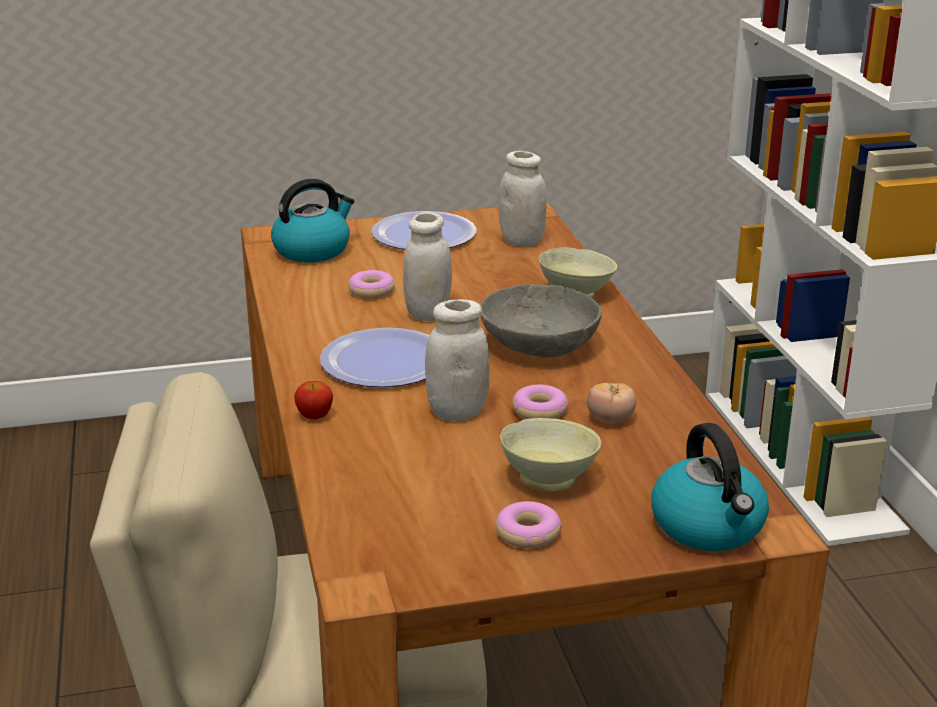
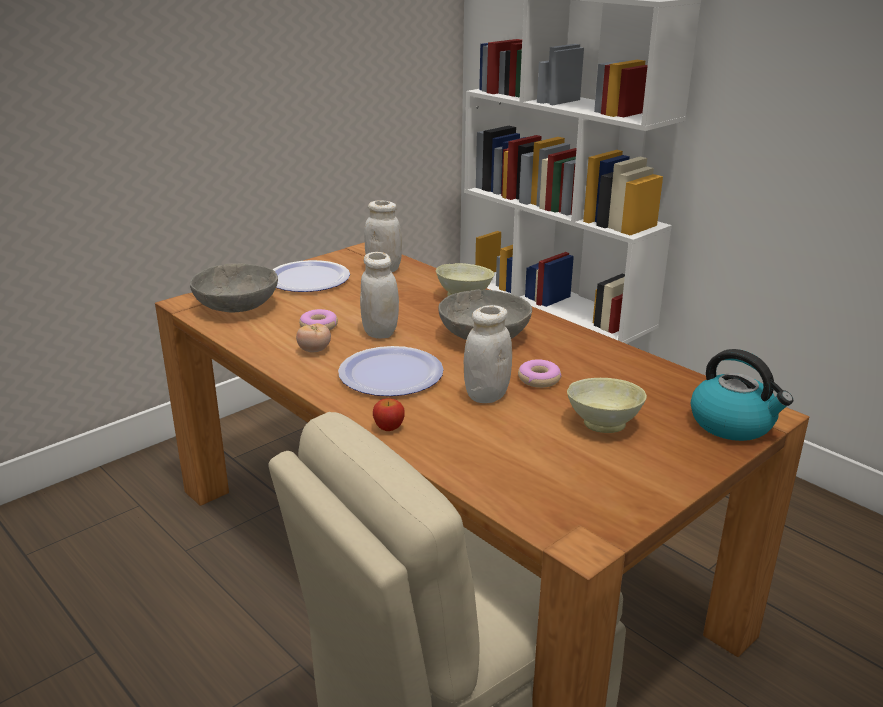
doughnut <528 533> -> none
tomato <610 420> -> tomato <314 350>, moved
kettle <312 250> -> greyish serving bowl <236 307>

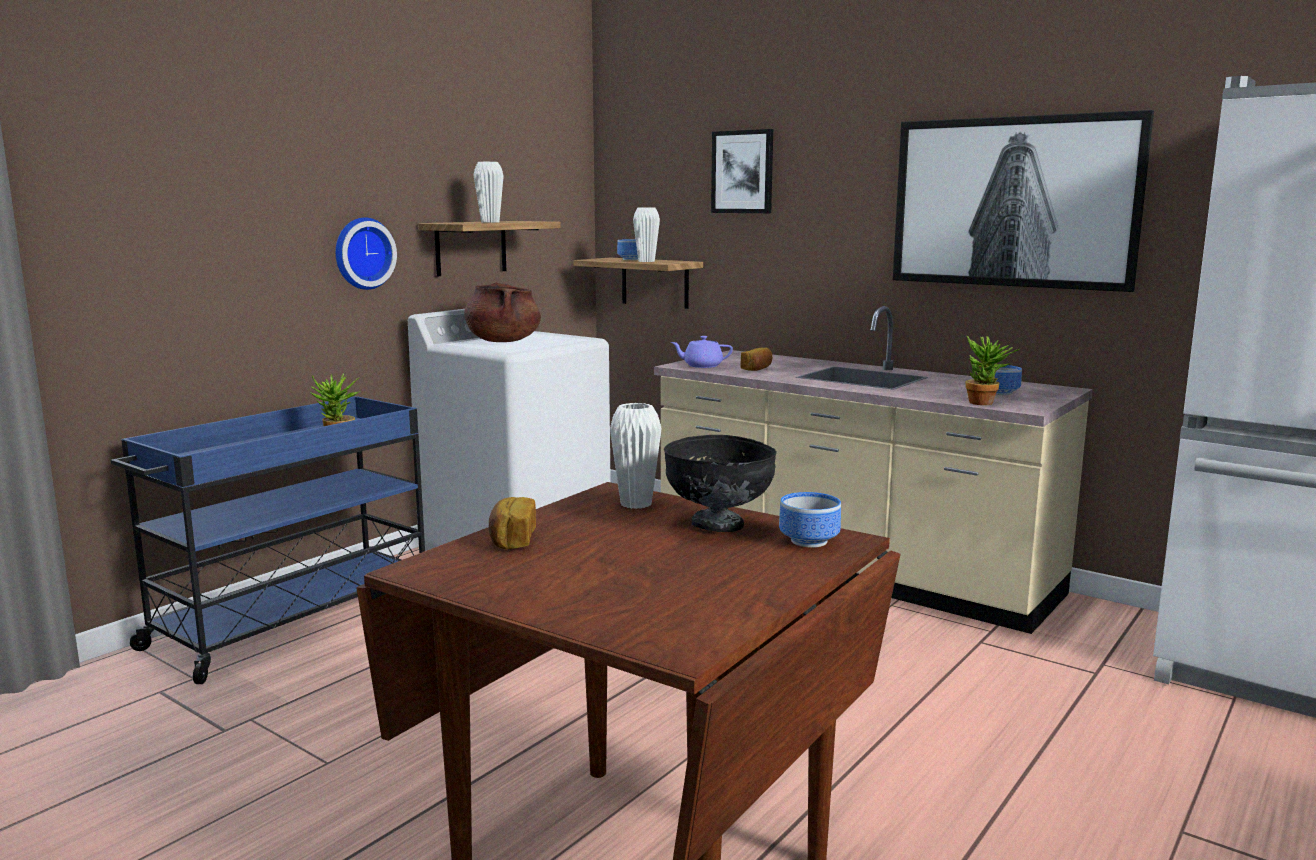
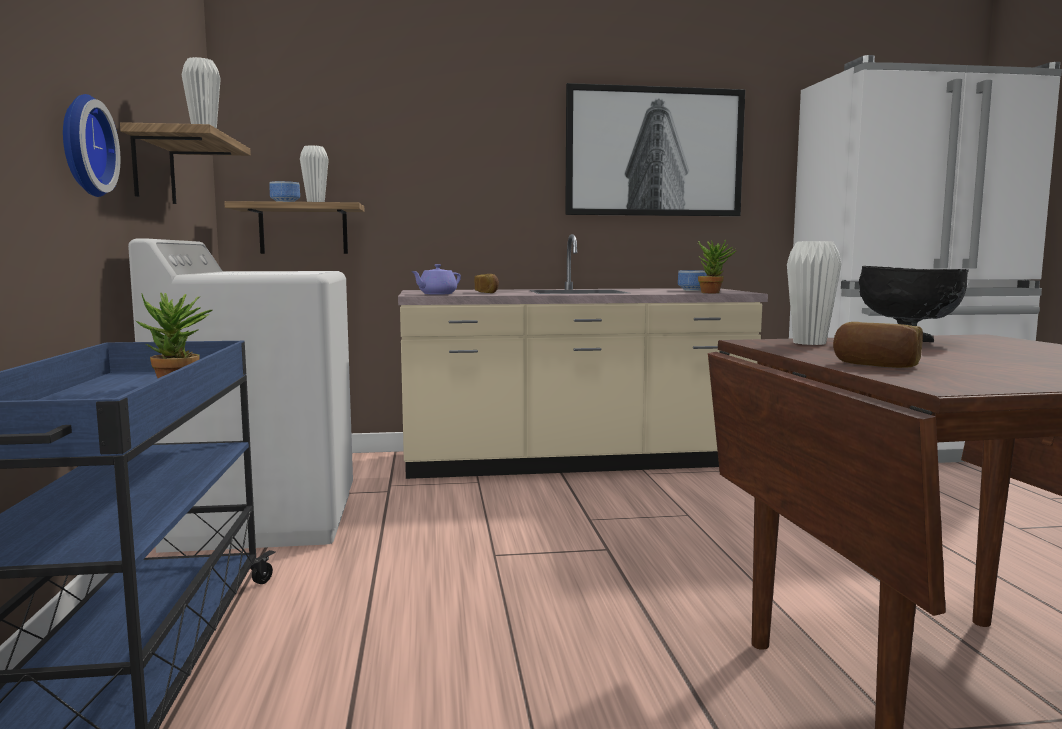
brown cooking pot <503 341> -> none
picture <742 172> -> none
serving bowl <807 542> -> none

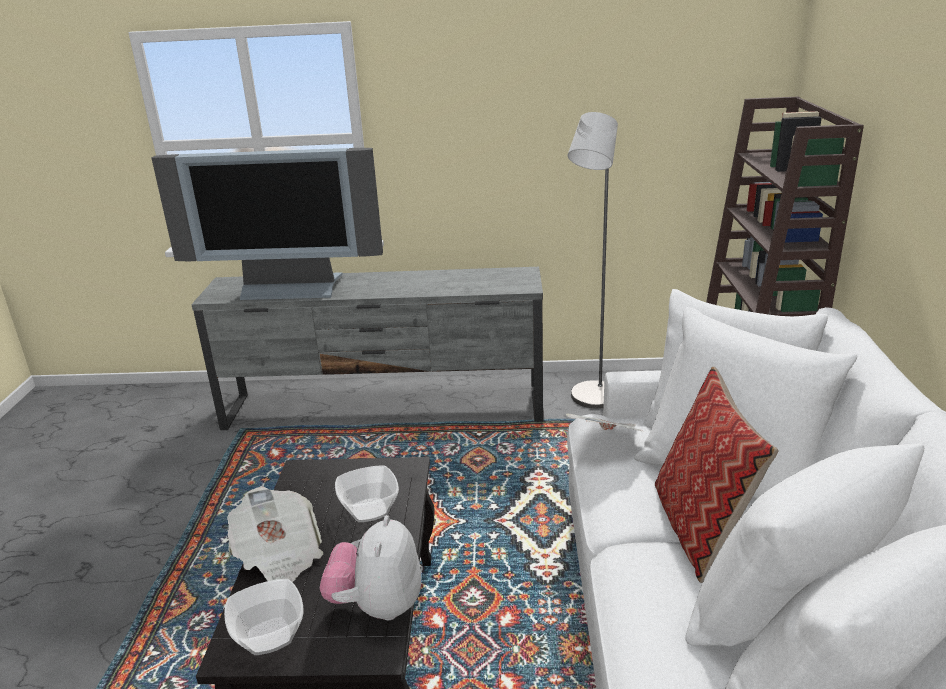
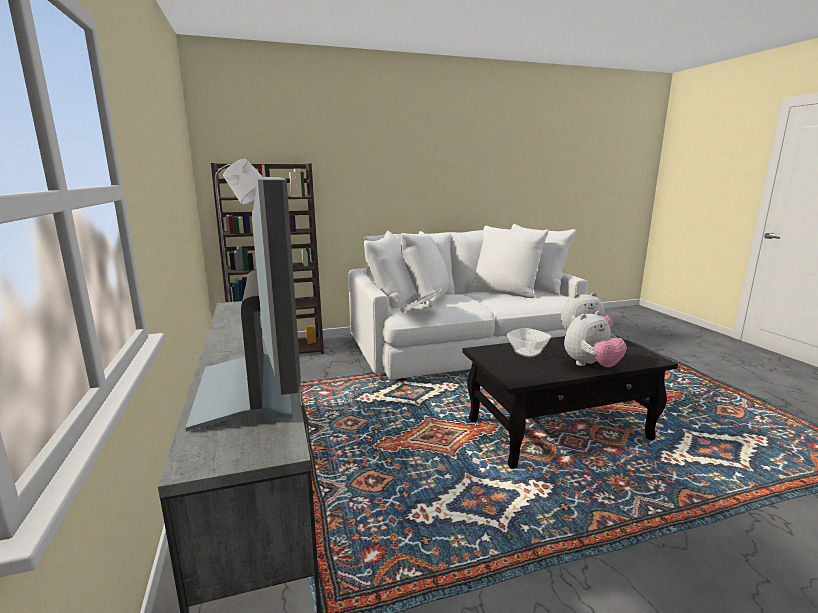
serving bowl <271 637> -> none
cushion <700 528> -> none
newspaper <279 556> -> soft toy <591 366>

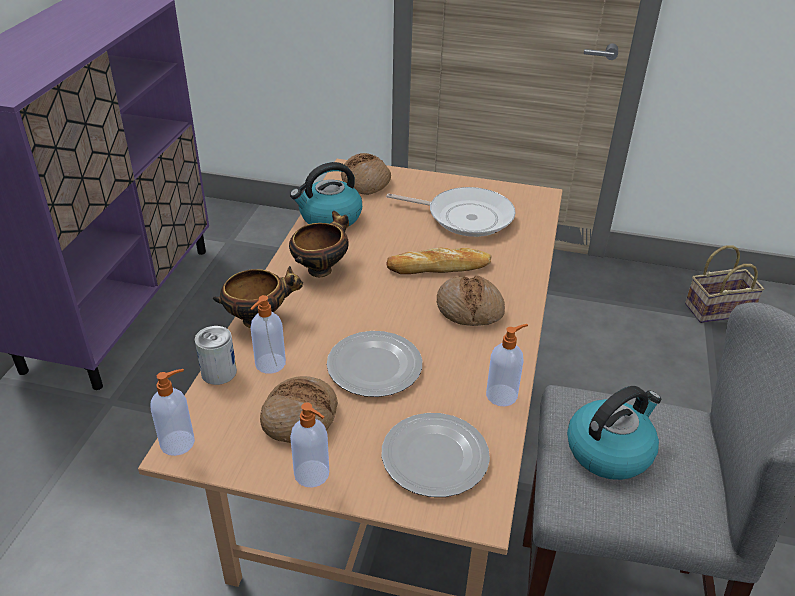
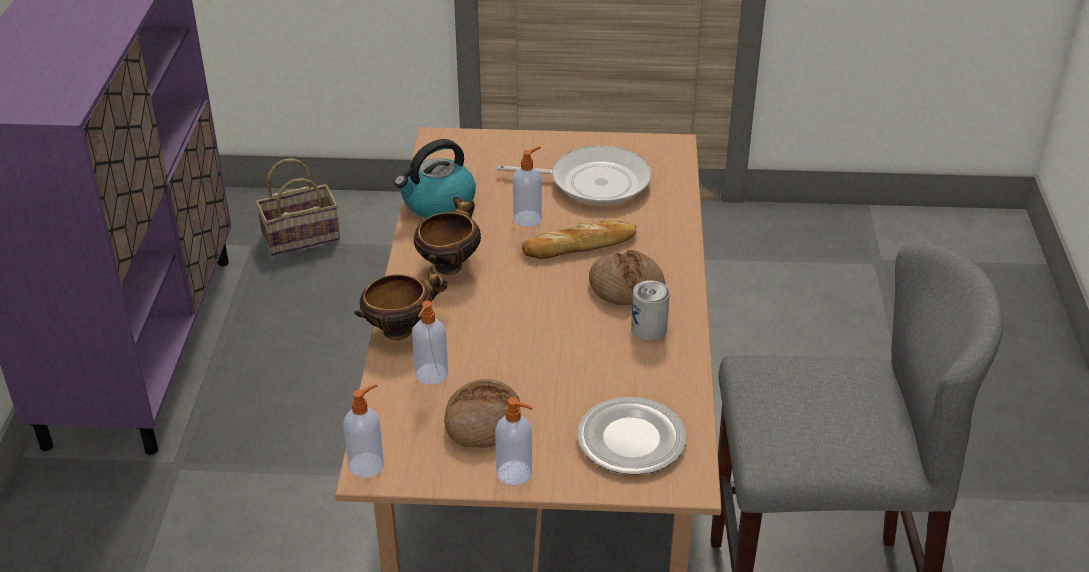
flat dish <375 366> -> none
baked bread <366 182> -> none
kettle <609 450> -> none
can <219 372> -> can <649 329>, moved
soap dispenser <502 395> -> soap dispenser <528 218>, moved
household basket <719 309> -> household basket <302 236>, moved

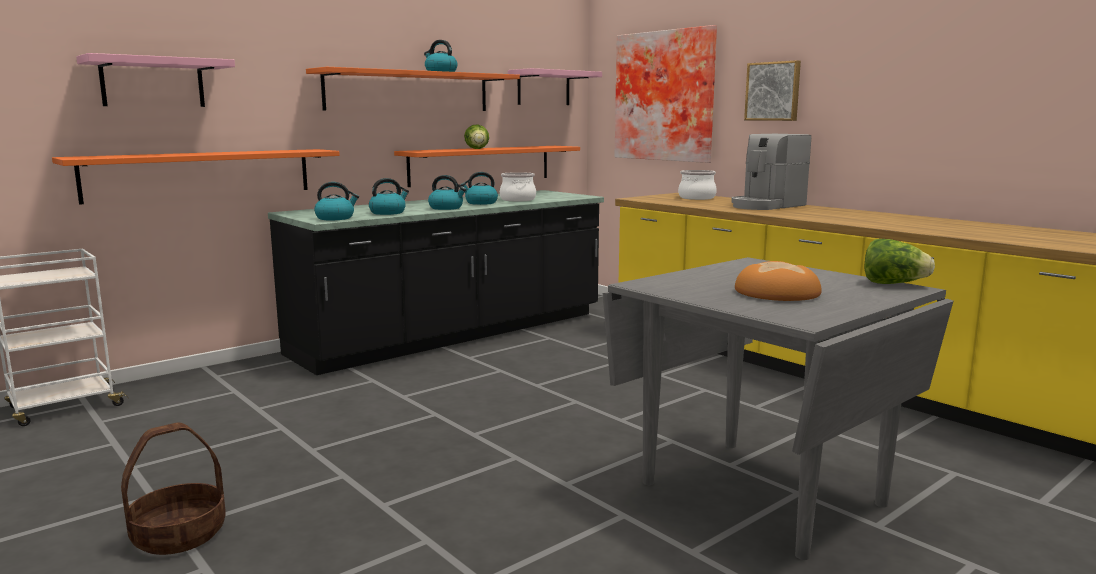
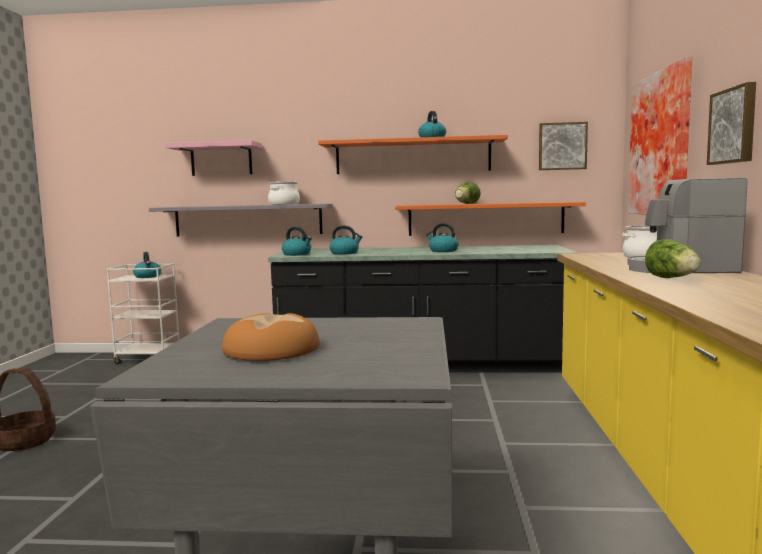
kettle <446 208> -> kettle <148 276>, moved
cooking pot <517 199> -> cooking pot <284 204>, moved
lettuce <893 284> -> lettuce <672 278>, moved
pink-coloured shelf <543 88> -> picture <562 146>
orange-coloured shelf <201 174> -> greyish shelf <248 220>

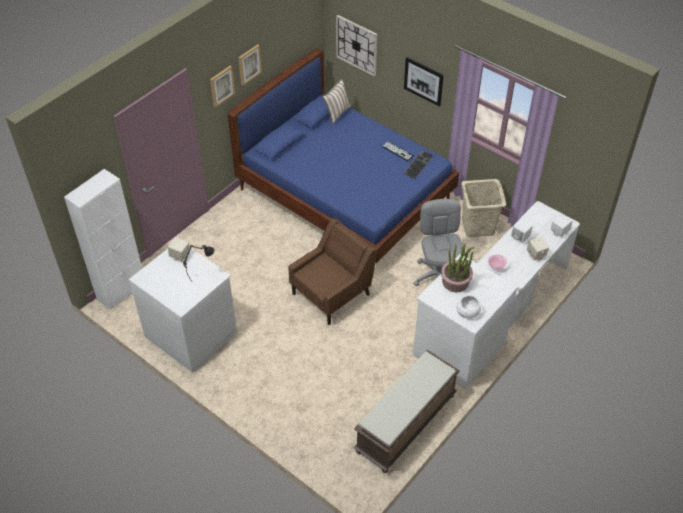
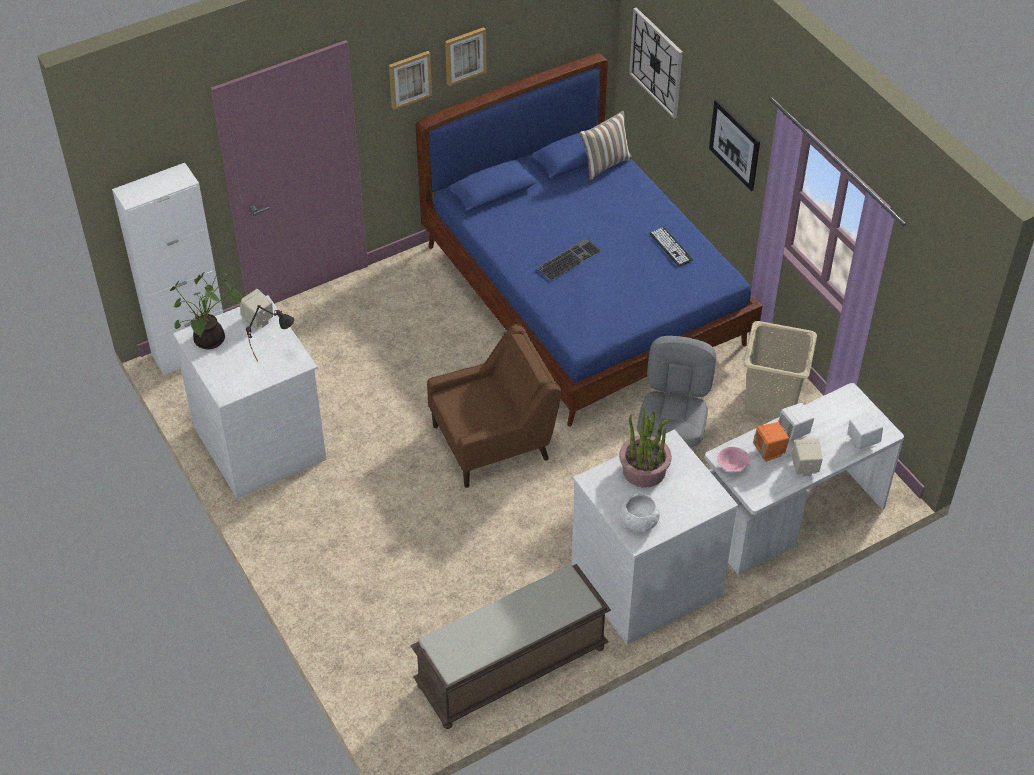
none -> potted plant <210 341>
none -> orange-coloured loudspeaker <769 451>
PC keyboard <418 164> -> PC keyboard <568 258>, moved

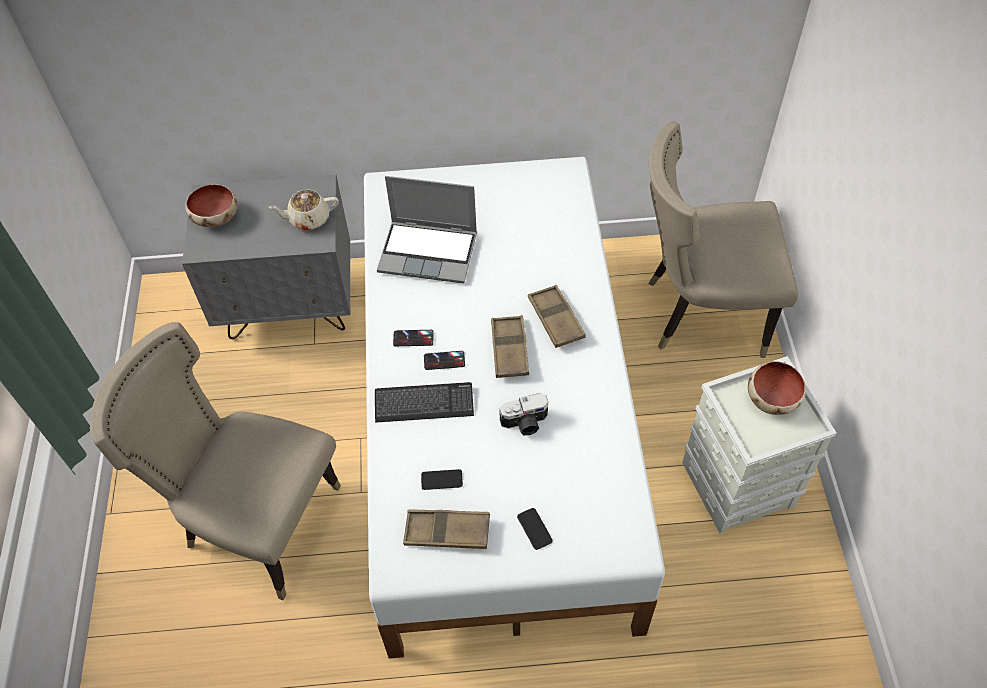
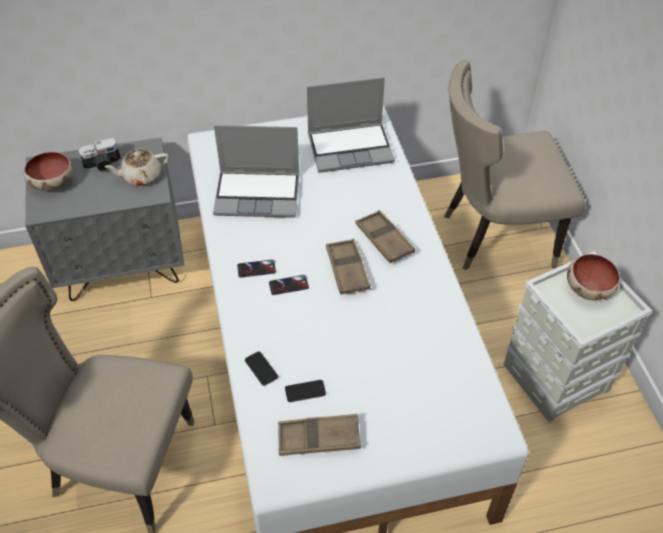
PC keyboard <424 404> -> none
none -> portable computer <351 148>
photo camera <525 423> -> photo camera <103 165>, moved
phone <534 529> -> phone <261 369>, moved

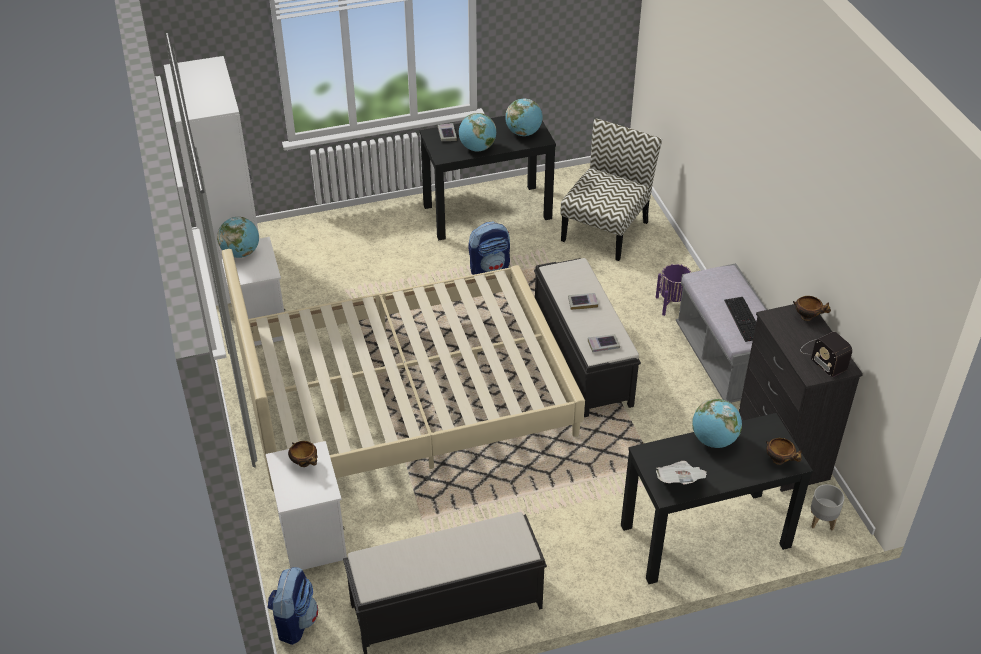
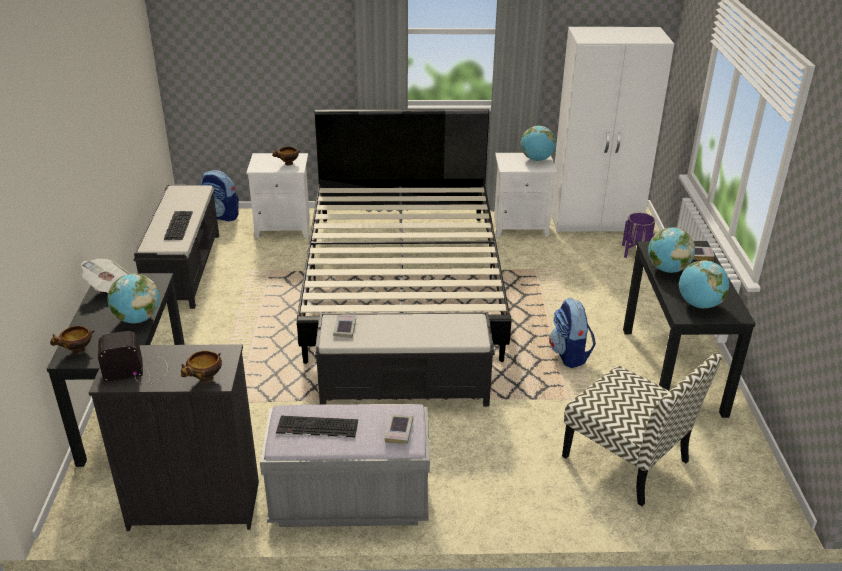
greyish flower pot <822 521> -> none
none -> PC keyboard <178 225>
volume <583 303> -> volume <399 431>, moved
purplish flower pot <672 304> -> purplish flower pot <636 251>, moved
sand-coloured bedroom bed <406 396> -> black-coloured bedroom bed <403 281>

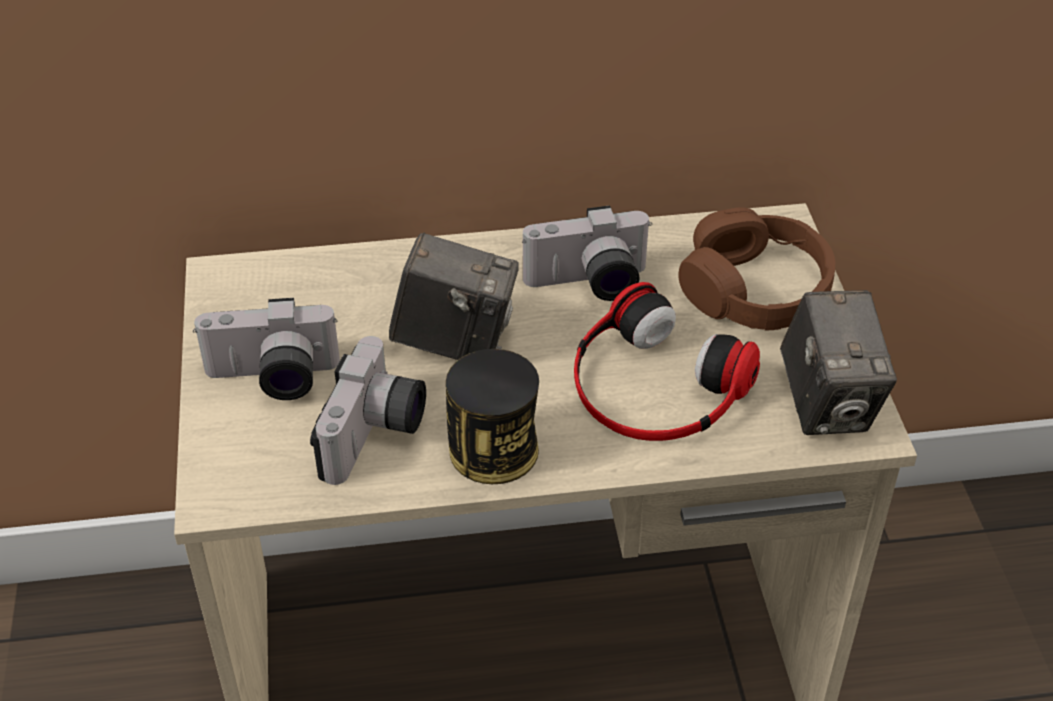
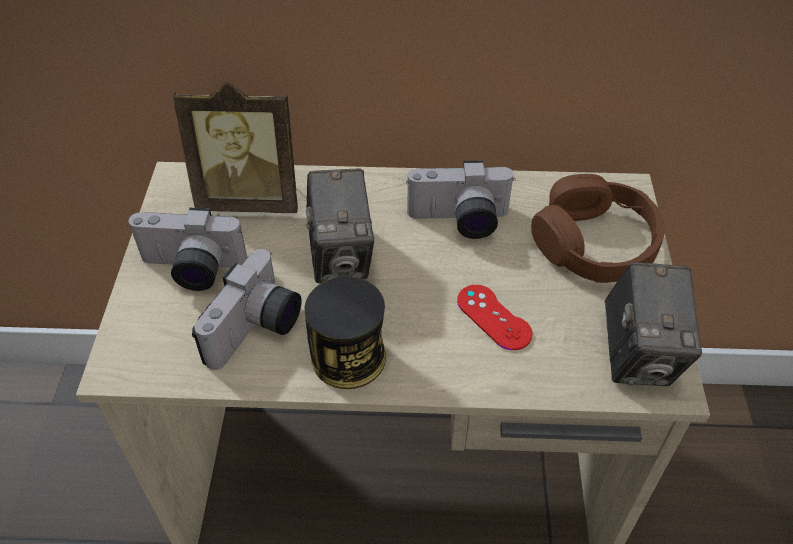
none -> picture frame <251 199>
pair of headphones <654 385> -> red-coloured game controller <494 317>
photo camera <455 342> -> photo camera <341 257>, 60 degrees clockwise

